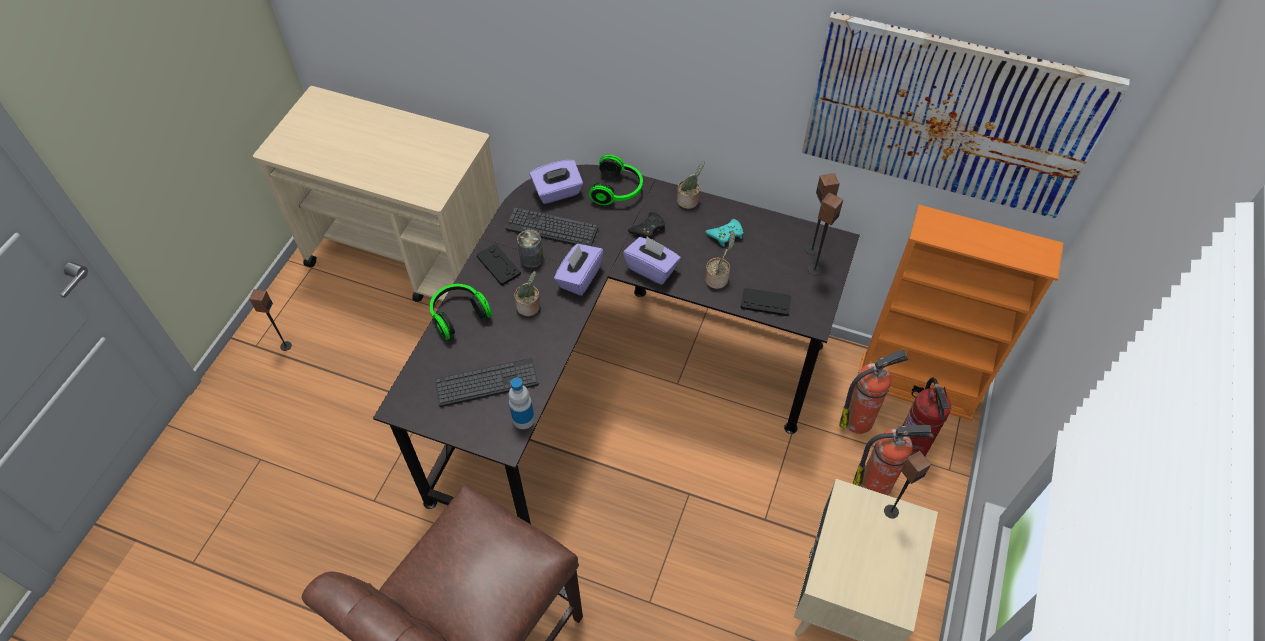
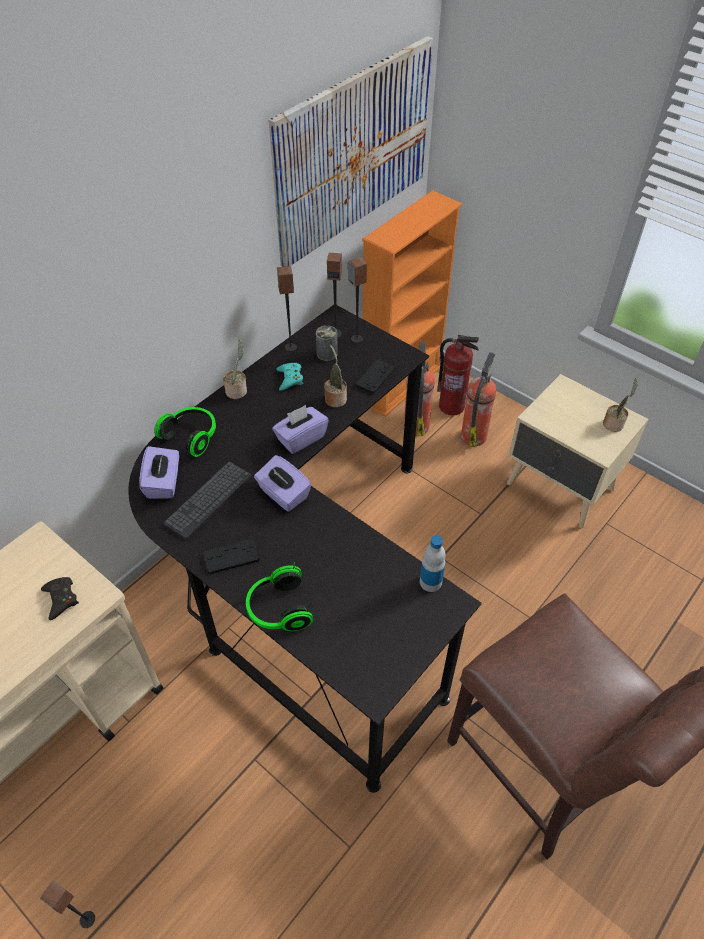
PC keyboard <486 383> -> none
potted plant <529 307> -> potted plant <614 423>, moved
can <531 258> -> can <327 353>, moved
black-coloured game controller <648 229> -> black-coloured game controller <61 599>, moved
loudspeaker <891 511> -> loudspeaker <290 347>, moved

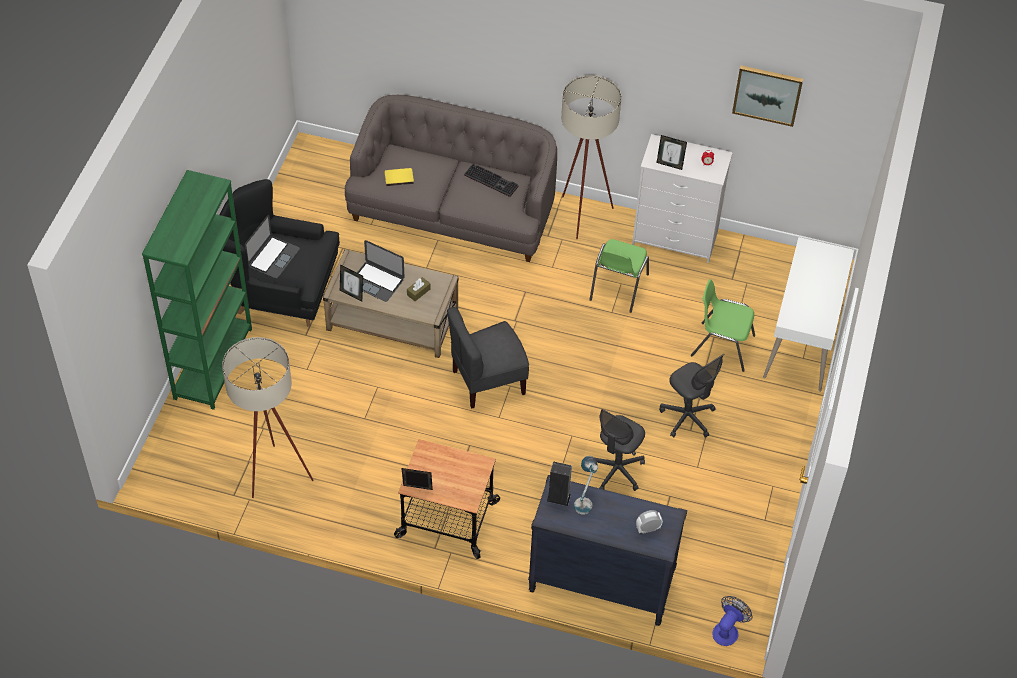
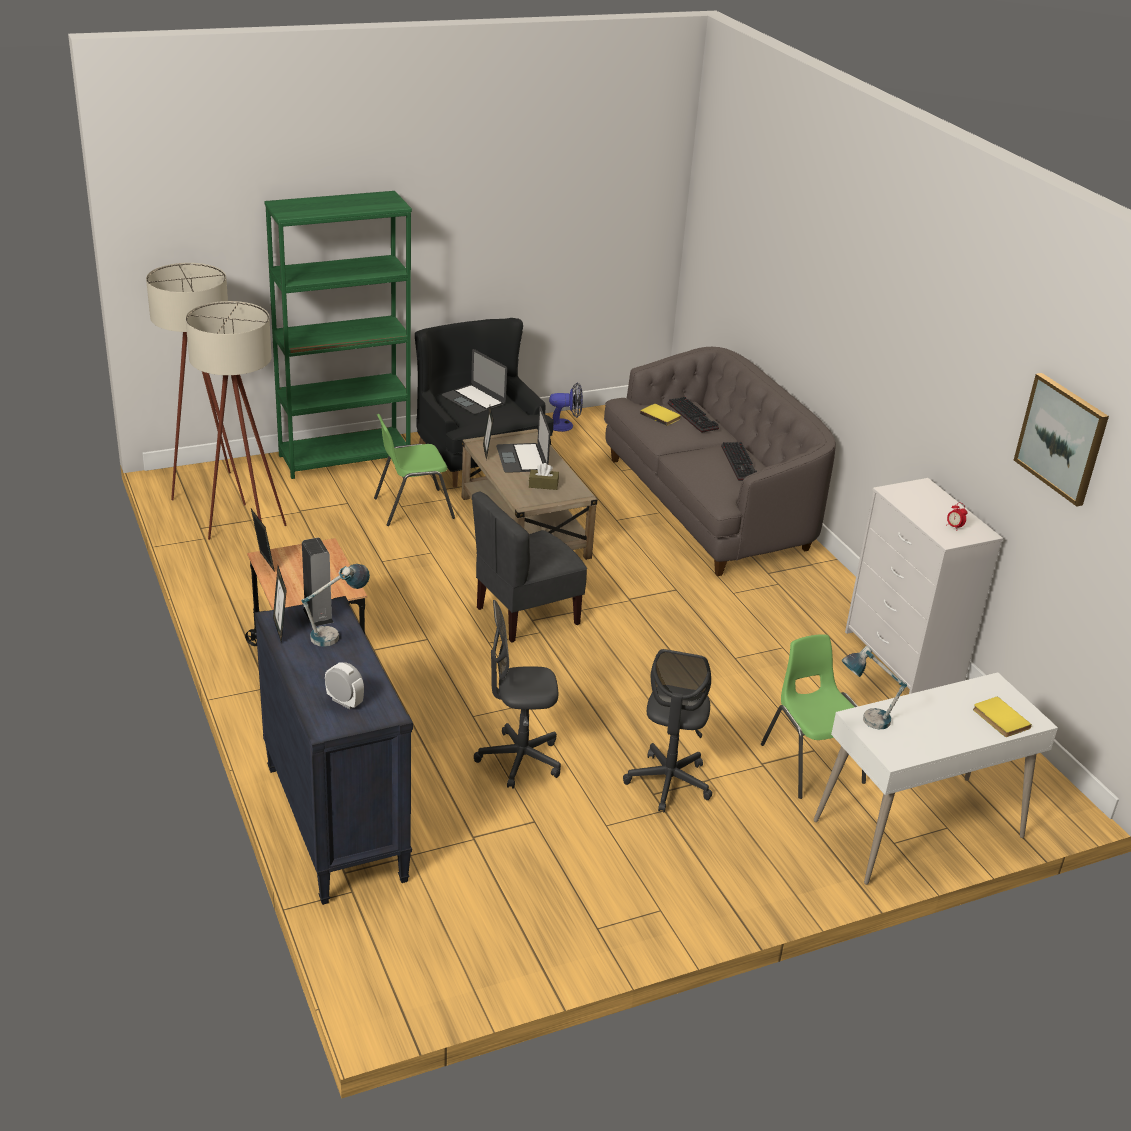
none -> PC keyboard <694 416>
none -> lamp for a table <864 719>
none -> yellowish volume <999 719>
sand-coloured standing lamp <582 219> -> sand-coloured standing lamp <206 494>, moved
green-coloured plain chair <617 288> -> green-coloured plain chair <412 508>, moved
picture frame <669 164> -> picture frame <281 630>, moved
electric fan <727 630> -> electric fan <565 425>, moved
portable computer <273 257> -> portable computer <473 399>, 60 degrees clockwise
greyish plain chair <487 381> -> greyish plain chair <526 615>, 60 degrees counterclockwise

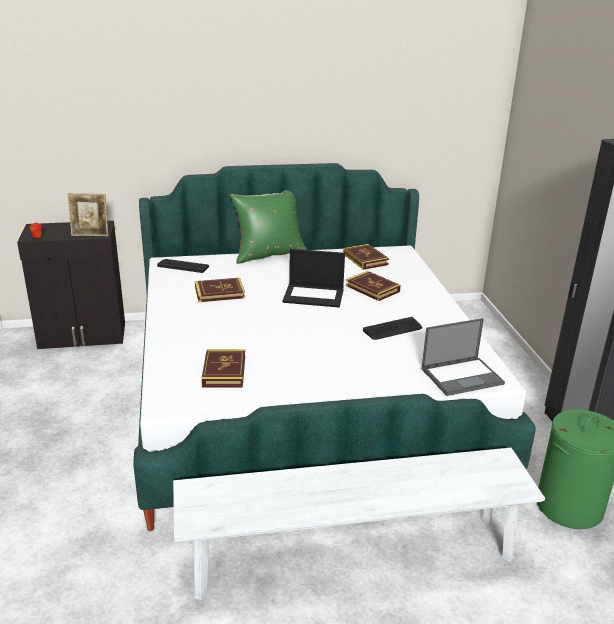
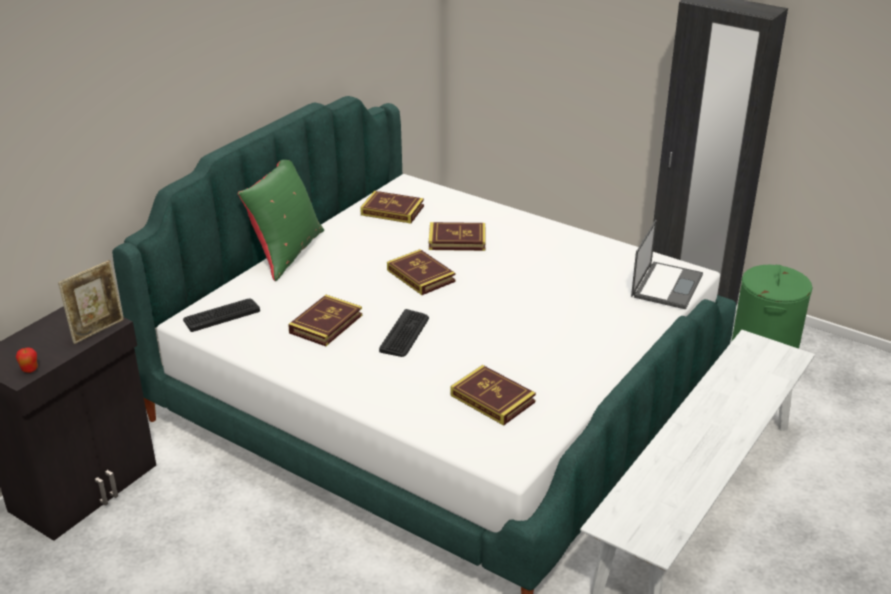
PC keyboard <393 329> -> PC keyboard <405 334>, moved
portable computer <314 295> -> volume <421 276>

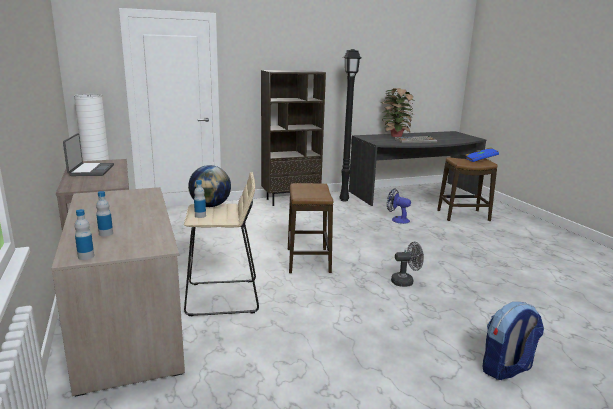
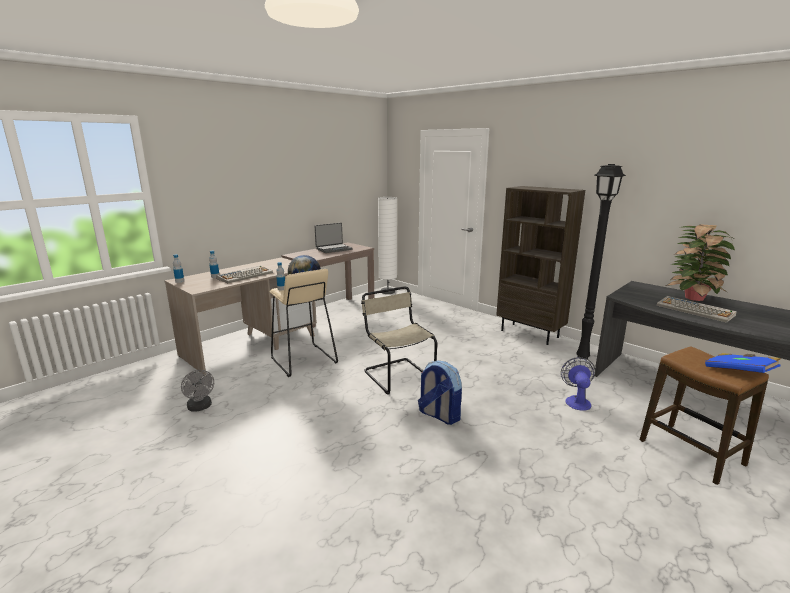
none -> PC keyboard <245 275>
greyish electric fan <405 281> -> greyish electric fan <200 407>, moved
knapsack <506 369> -> knapsack <439 415>, moved
stool <308 260> -> sand-coloured plain chair <397 375>

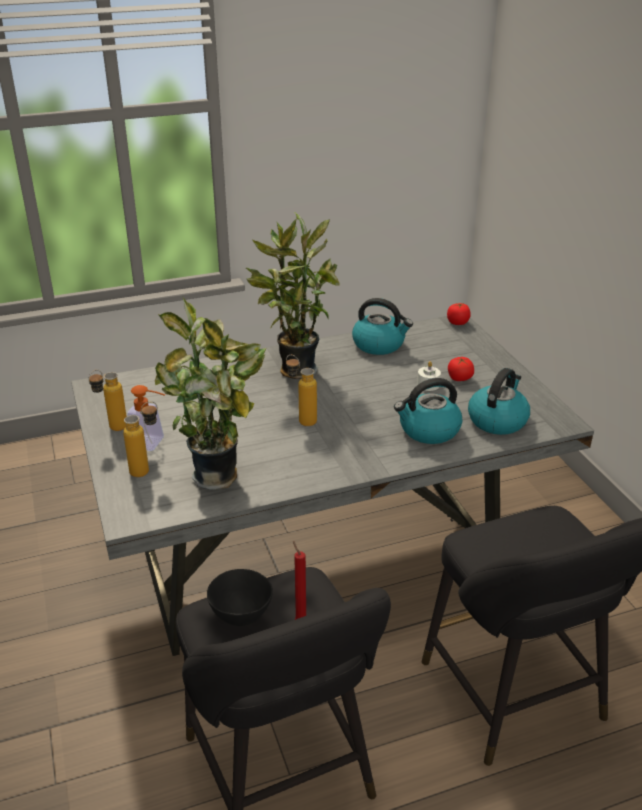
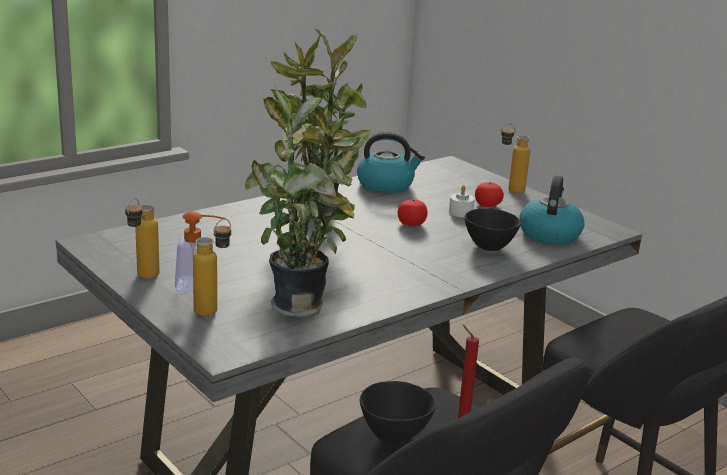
drink bottle <301 420> -> drink bottle <509 189>, moved
tomato <458 322> -> tomato <411 224>, moved
kettle <428 430> -> black-coloured serving bowl <490 247>

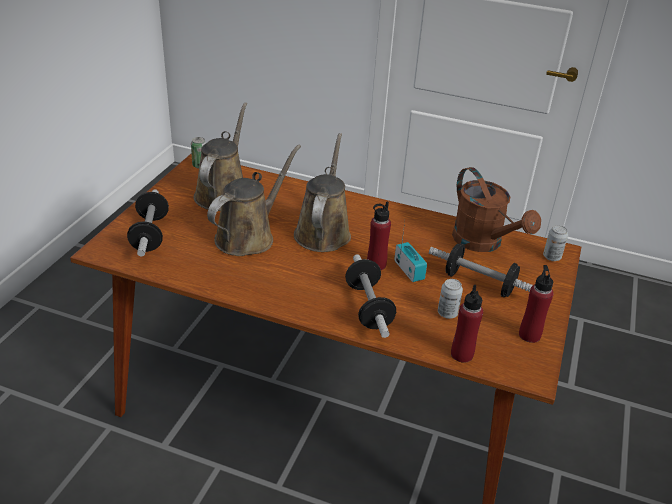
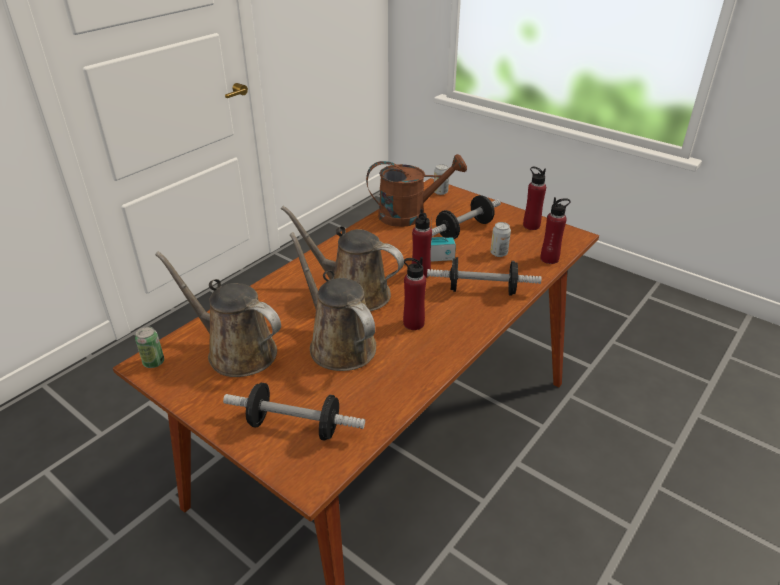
none -> red-coloured drink bottle <413 323>

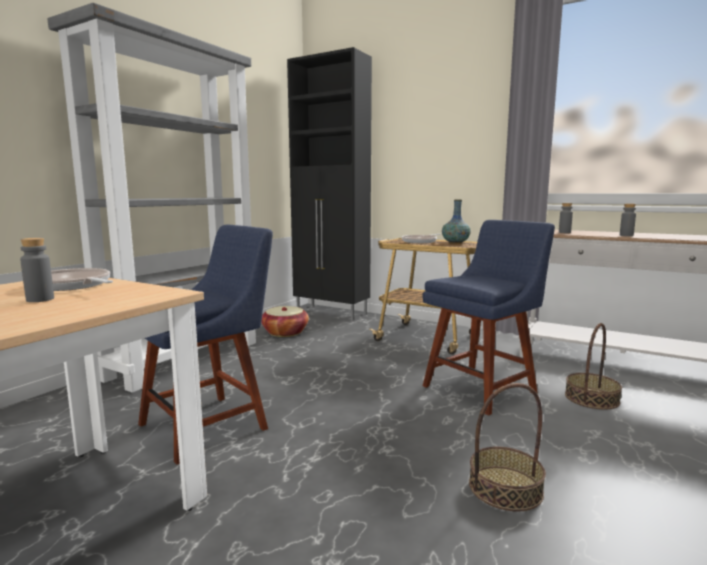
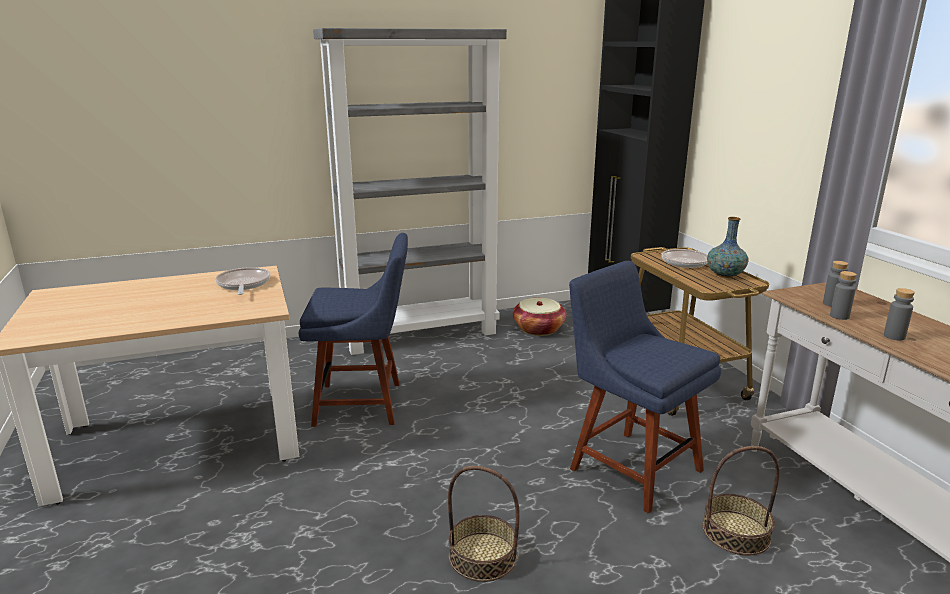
greyish drink bottle <40 299> -> greyish drink bottle <839 316>, moved
blue plain chair <482 388> -> blue plain chair <630 466>, 135 degrees counterclockwise

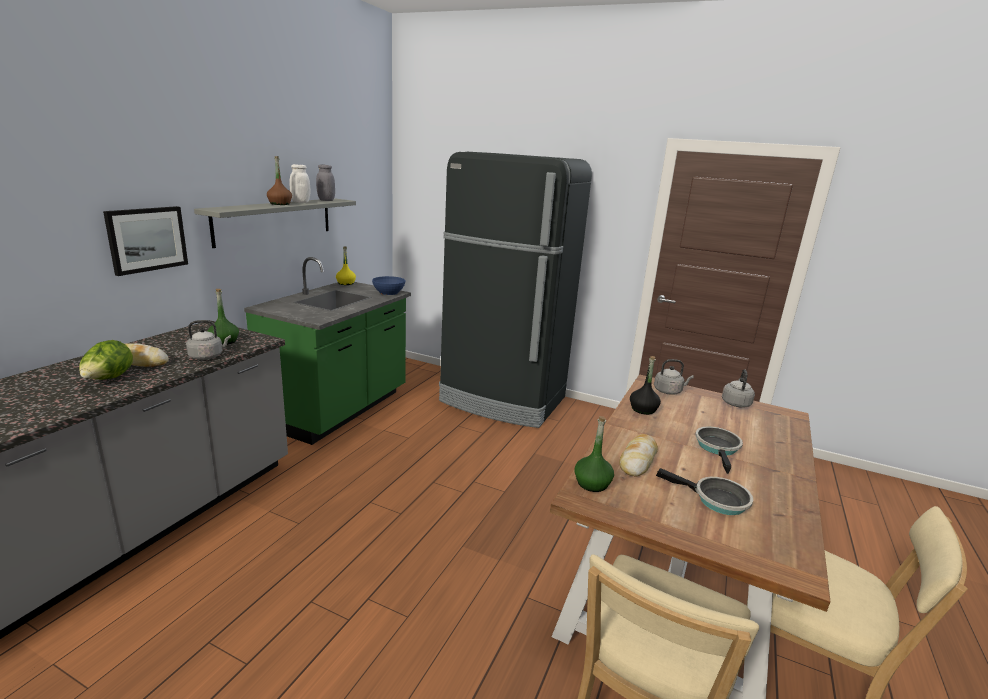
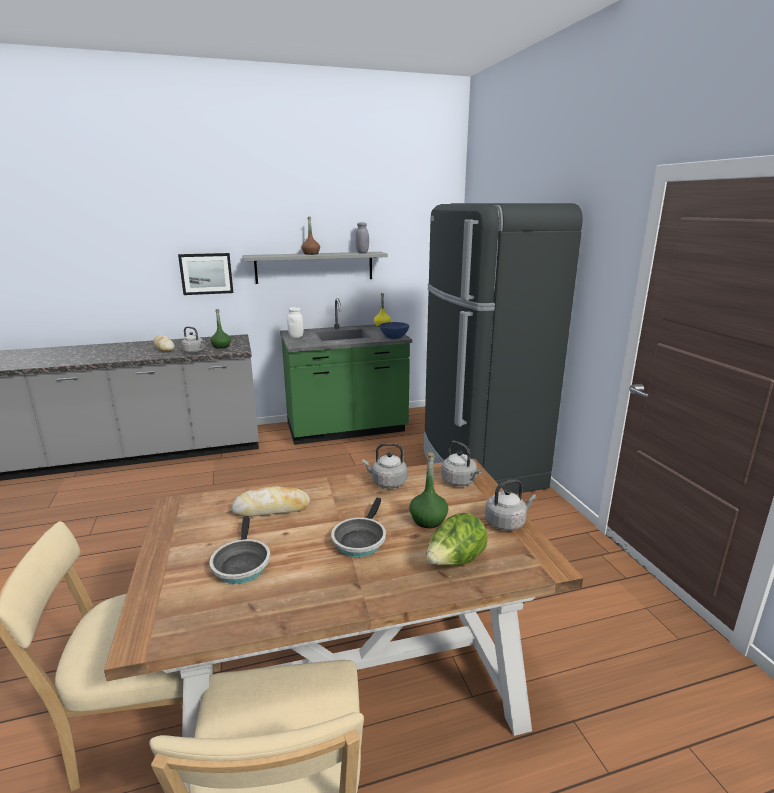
lettuce <108 379> -> lettuce <455 562>, moved
white preserve jar <300 202> -> white preserve jar <296 337>, moved
green-coloured drink bottle <592 483> -> green-coloured drink bottle <428 520>, moved
black-coloured drink bottle <643 409> -> greyish kettle <387 483>
pan <718 448> -> pan <360 539>, 135 degrees clockwise

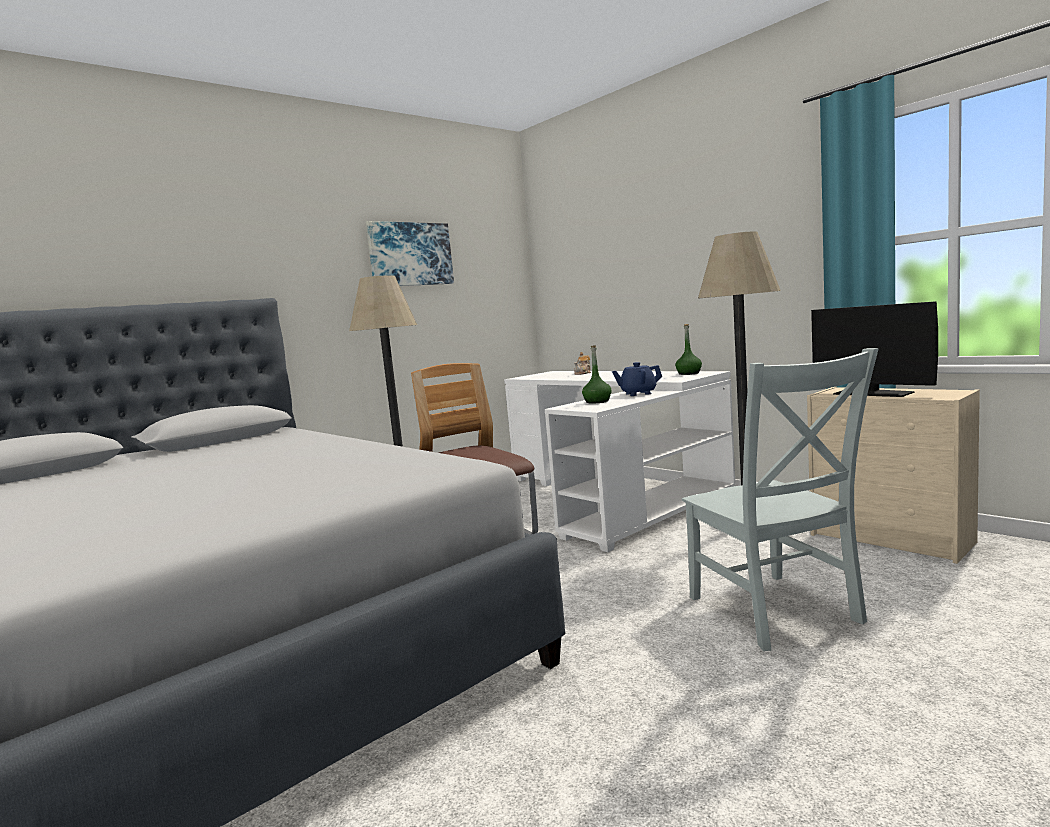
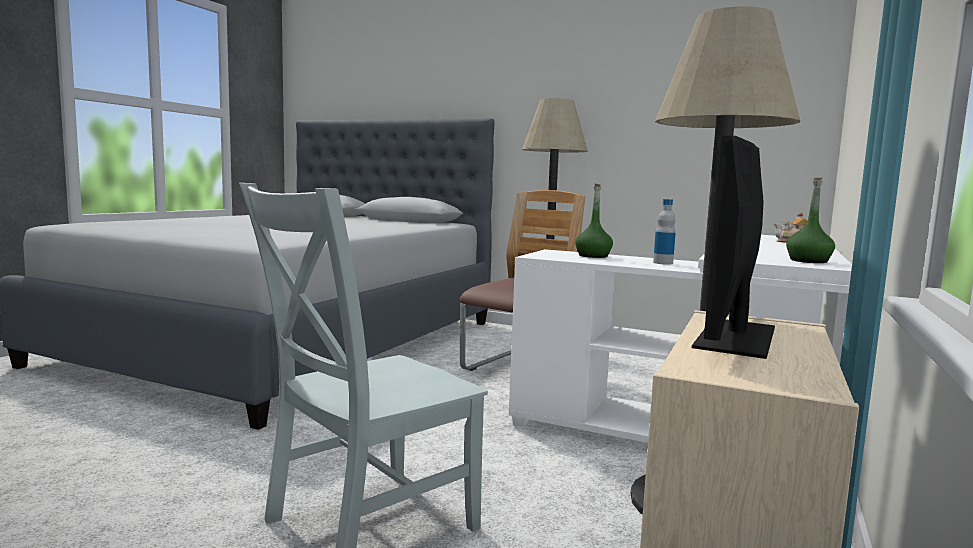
picture <410 254> -> none
blue teapot <638 394> -> drink bottle <663 263>

